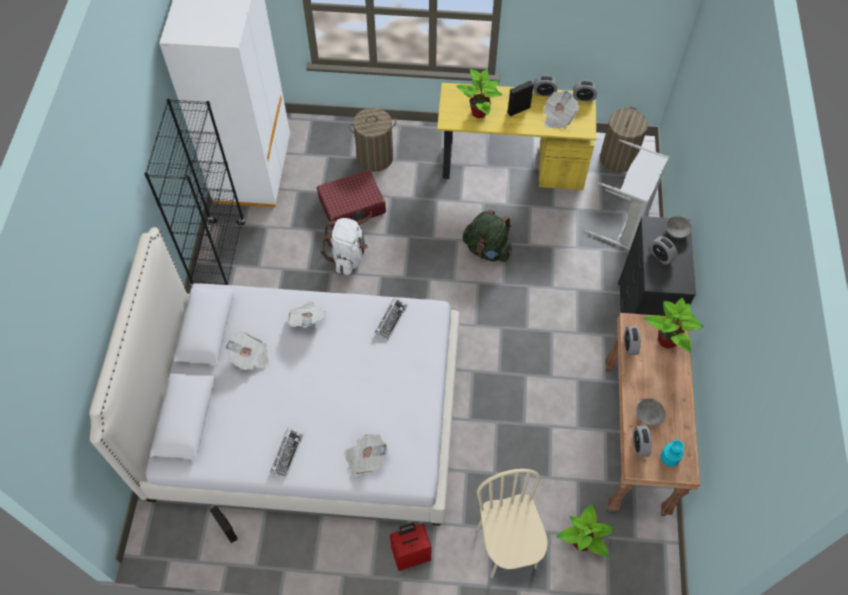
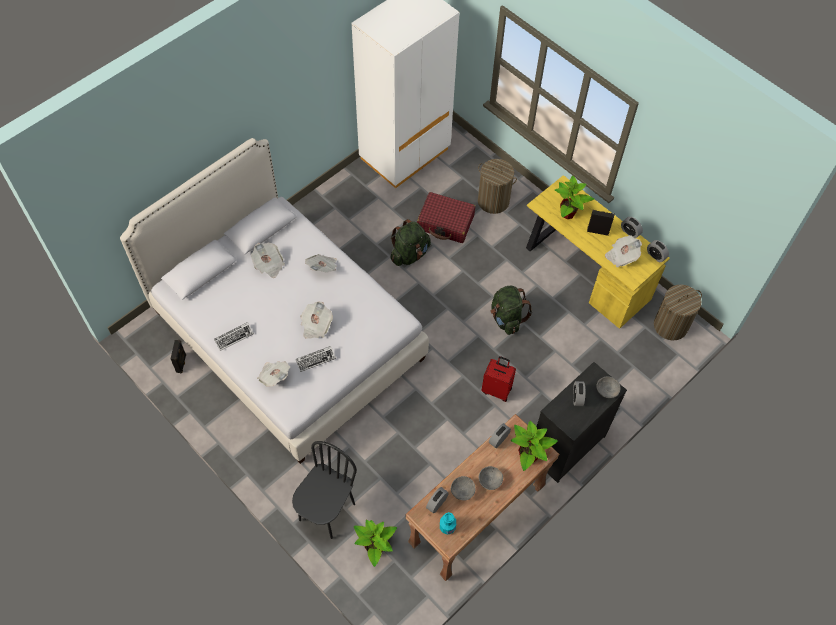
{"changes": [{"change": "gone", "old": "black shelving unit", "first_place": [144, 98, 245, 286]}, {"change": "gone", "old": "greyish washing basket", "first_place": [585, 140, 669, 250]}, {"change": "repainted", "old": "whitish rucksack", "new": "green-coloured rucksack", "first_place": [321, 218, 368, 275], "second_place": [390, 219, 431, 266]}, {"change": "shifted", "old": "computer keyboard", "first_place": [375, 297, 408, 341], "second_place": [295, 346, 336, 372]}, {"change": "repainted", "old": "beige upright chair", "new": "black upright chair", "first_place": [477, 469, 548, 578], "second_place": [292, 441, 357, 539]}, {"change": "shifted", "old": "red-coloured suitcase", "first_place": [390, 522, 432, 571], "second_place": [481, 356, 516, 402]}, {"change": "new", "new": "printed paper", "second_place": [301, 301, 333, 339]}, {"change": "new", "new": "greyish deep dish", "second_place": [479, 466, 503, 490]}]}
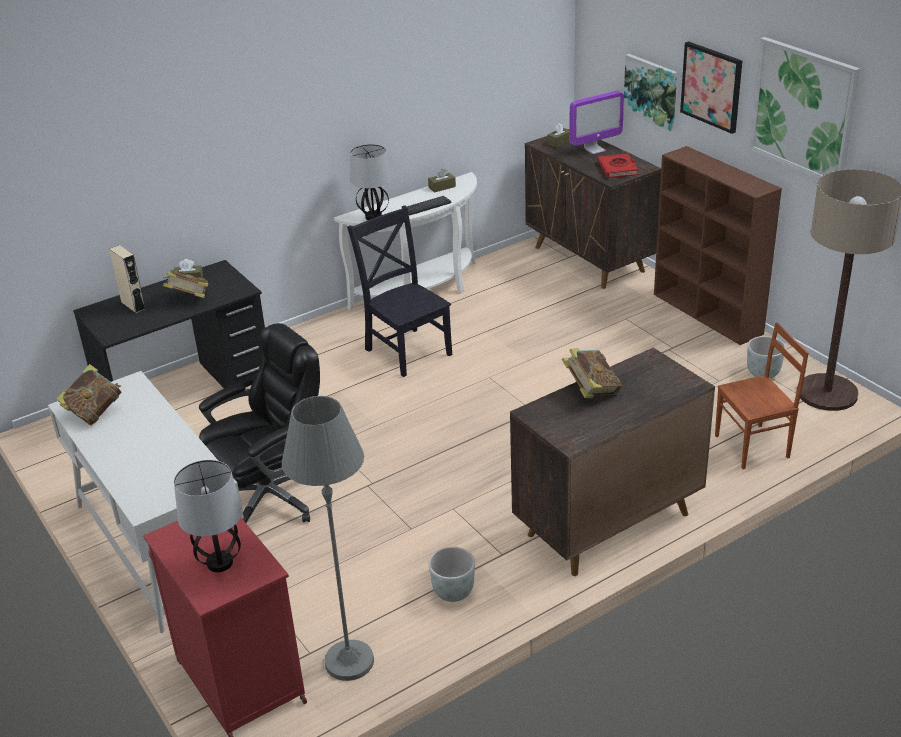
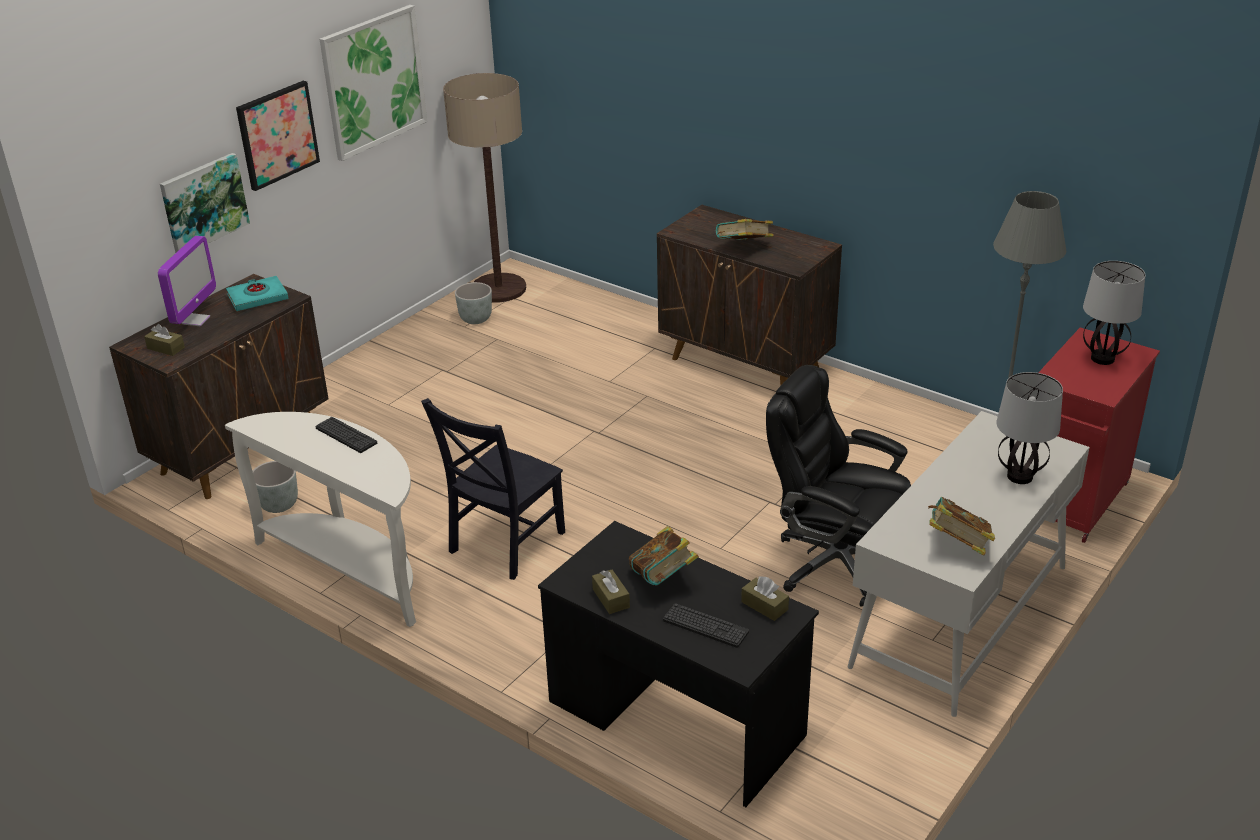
{"changes": [{"change": "rotated", "old": "monitor", "first_place": [569, 91, 624, 154], "second_place": [158, 236, 216, 326], "degrees": 60}, {"change": "shifted", "old": "tabletop lamp", "first_place": [350, 144, 391, 220], "second_place": [997, 372, 1063, 484]}, {"change": "gone", "old": "brown shelving unit", "first_place": [654, 146, 782, 345]}, {"change": "repainted", "old": "red-coloured volume", "new": "blue-green volume", "first_place": [598, 153, 639, 178], "second_place": [226, 276, 289, 311]}, {"change": "shifted", "old": "brown box of tissues", "first_place": [428, 168, 456, 192], "second_place": [741, 576, 789, 621]}, {"change": "swapped", "old": "beige speaker", "new": "computer keyboard", "first_place": [109, 245, 145, 313], "second_place": [663, 603, 749, 648]}, {"change": "gone", "old": "brown upright chair", "first_place": [715, 322, 809, 469]}, {"change": "shifted", "old": "greyish plant pot", "first_place": [429, 547, 475, 602], "second_place": [253, 461, 298, 513]}]}
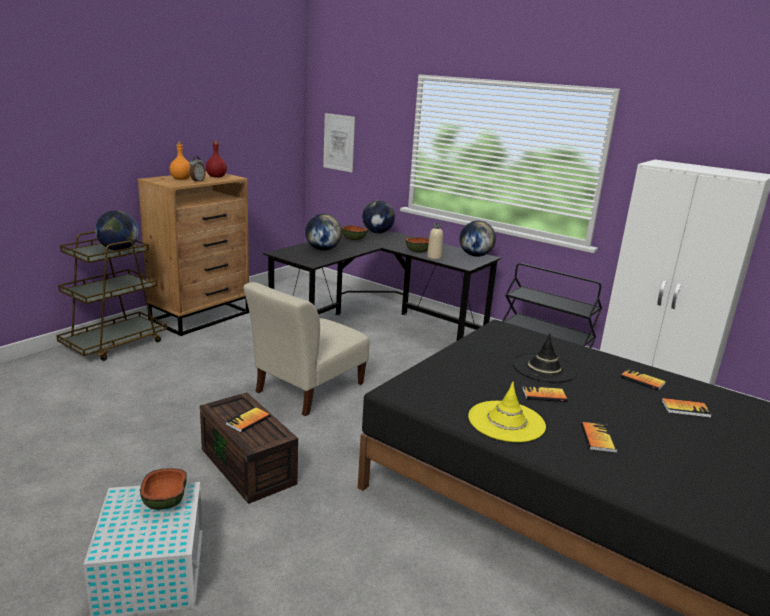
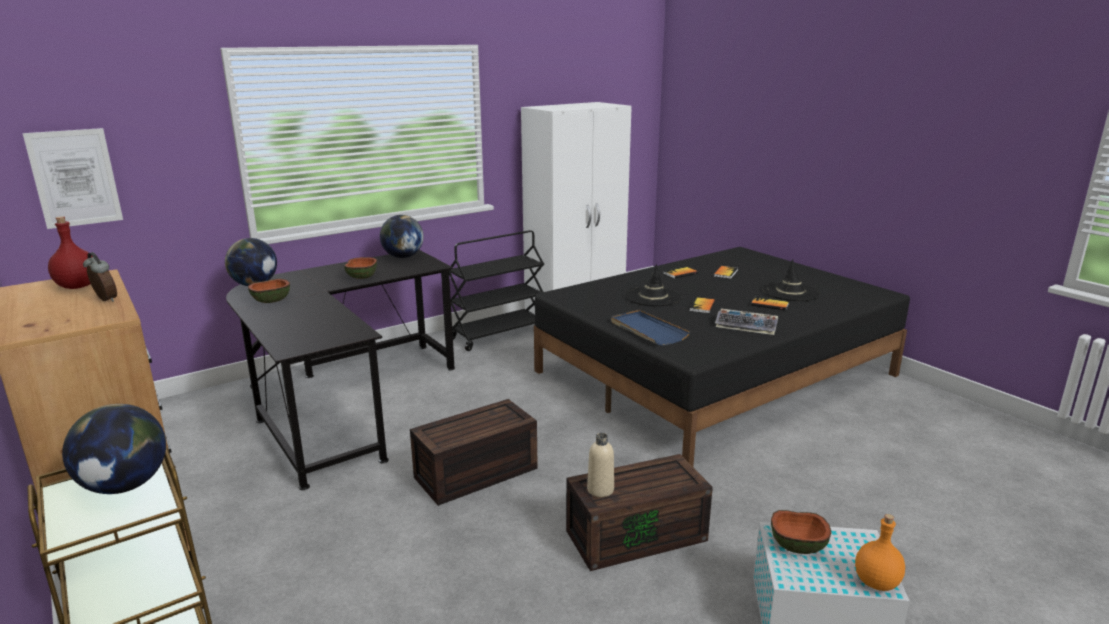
{"changes": [{"change": "shifted", "old": "orange-coloured drink bottle", "first_place": [170, 142, 190, 180], "second_place": [855, 514, 905, 591]}, {"change": "gone", "old": "world globe", "first_place": [305, 214, 342, 251]}, {"change": "shifted", "old": "beige drink bottle", "first_place": [427, 223, 443, 259], "second_place": [587, 433, 614, 497]}, {"change": "swapped", "old": "beige upright chair", "new": "brown storage box", "first_place": [243, 282, 370, 416], "second_place": [410, 399, 538, 506]}, {"change": "swapped", "old": "yellow wearable hat", "new": "computer keyboard", "first_place": [468, 382, 546, 442], "second_place": [715, 309, 778, 335]}, {"change": "gone", "old": "volume", "first_place": [225, 407, 270, 433]}, {"change": "new", "new": "black wearable hat", "second_place": [762, 259, 821, 301]}, {"change": "new", "new": "bluish serving tray", "second_place": [611, 310, 690, 346]}]}
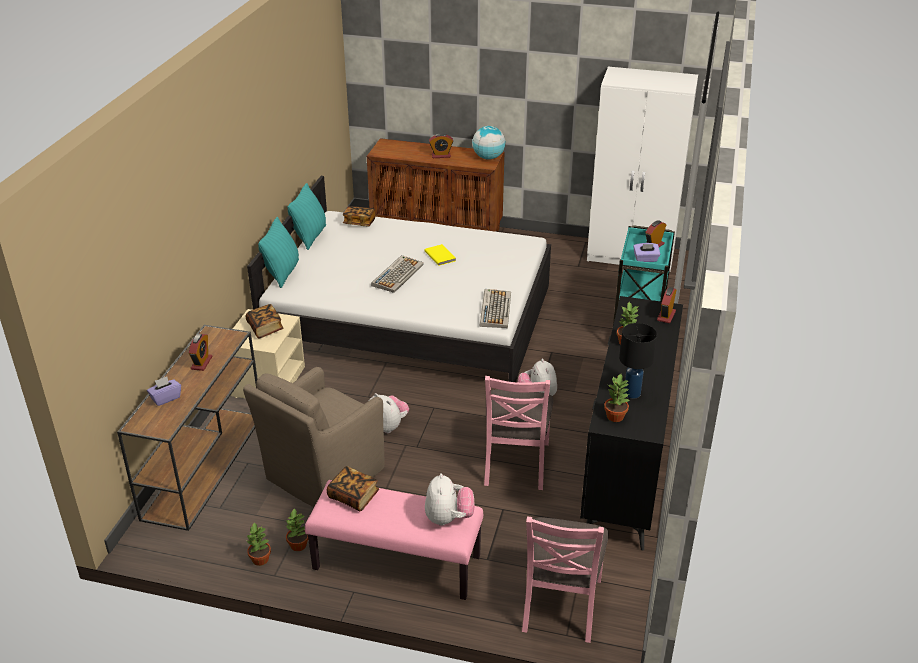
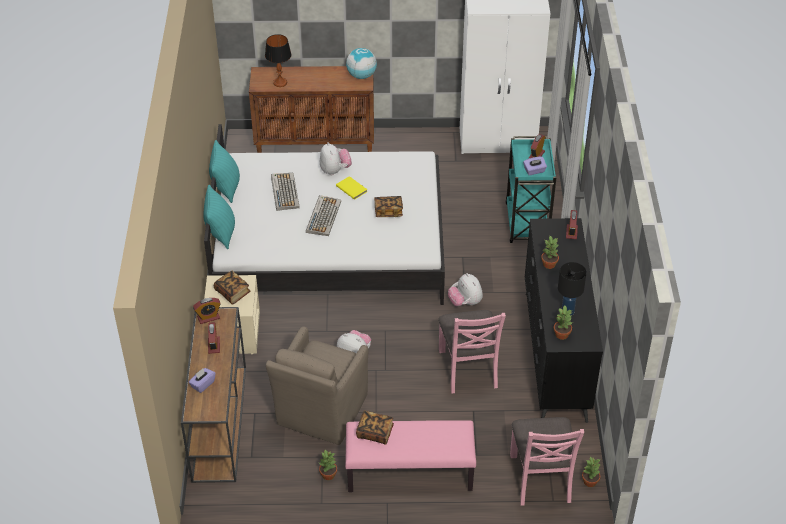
{"changes": [{"change": "shifted", "old": "table clock", "first_place": [429, 133, 453, 158], "second_place": [193, 298, 221, 324]}, {"change": "shifted", "old": "volume", "first_place": [343, 206, 376, 227], "second_place": [374, 196, 403, 217]}, {"change": "shifted", "old": "computer keyboard", "first_place": [479, 289, 511, 328], "second_place": [271, 173, 300, 211]}, {"change": "shifted", "old": "cuddly toy", "first_place": [425, 473, 474, 526], "second_place": [320, 142, 352, 175]}, {"change": "shifted", "old": "potted plant", "first_place": [247, 523, 271, 566], "second_place": [582, 457, 601, 487]}, {"change": "new", "new": "tabletop lamp", "second_place": [265, 34, 292, 87]}]}
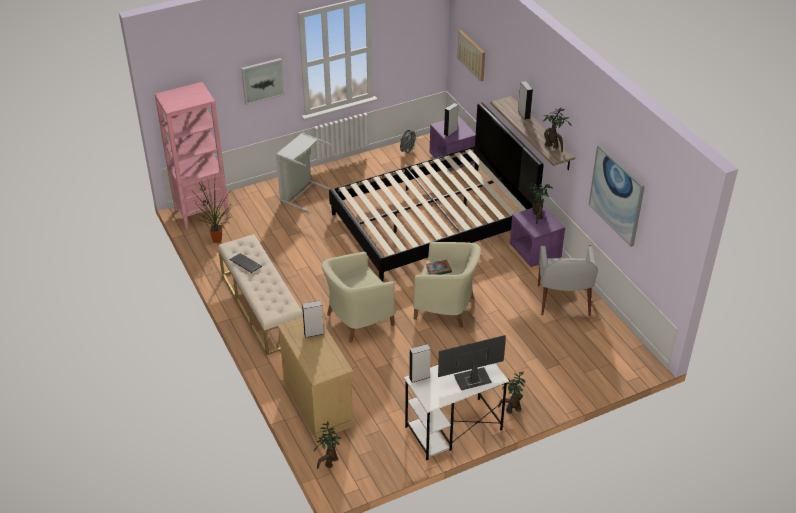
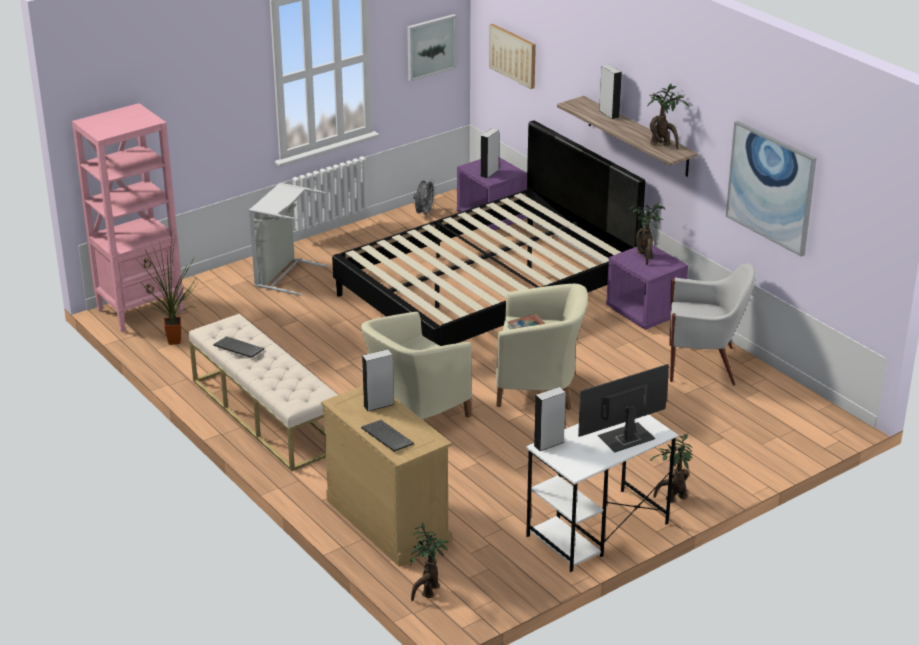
{"changes": [{"change": "shifted", "old": "picture", "first_place": [241, 58, 285, 105], "second_place": [407, 14, 457, 81]}, {"change": "rotated", "old": "whitish easy chair", "first_place": [538, 245, 598, 316], "second_place": [669, 263, 755, 386], "degrees": -75}, {"change": "new", "new": "computer keyboard", "second_place": [361, 420, 414, 452]}]}
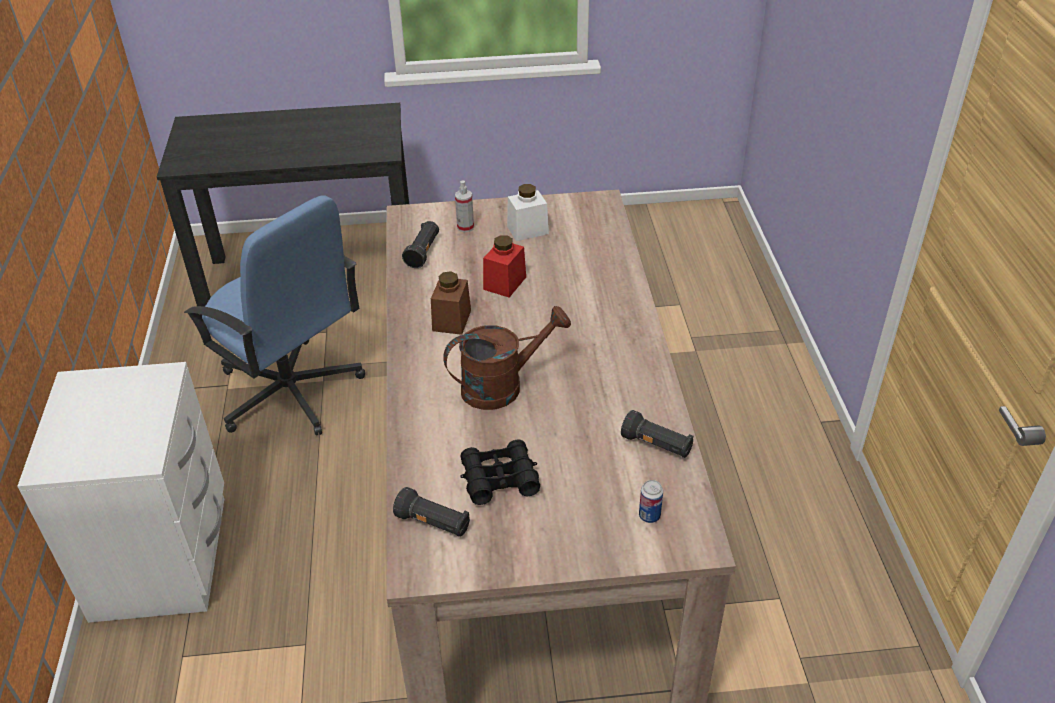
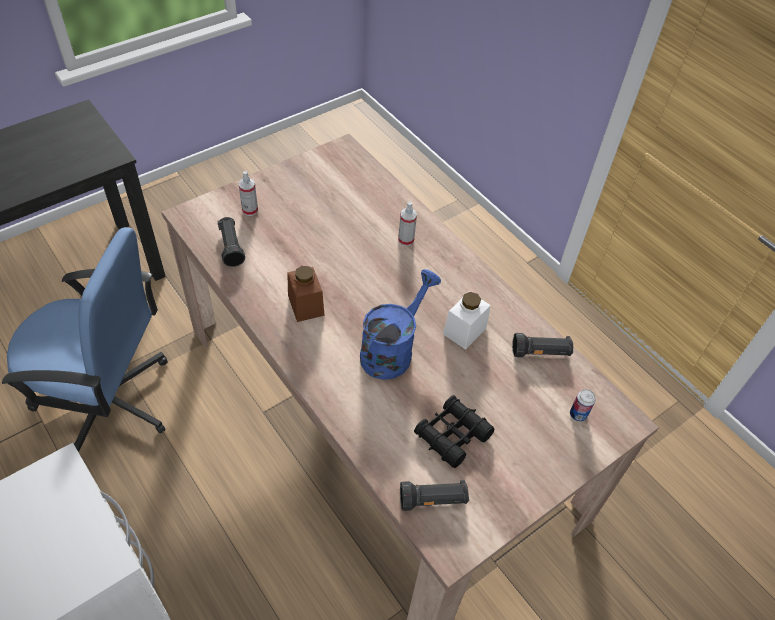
{"changes": [{"change": "shifted", "old": "whitish preserve jar", "first_place": [507, 184, 549, 241], "second_place": [443, 292, 491, 350]}, {"change": "gone", "old": "red-coloured preserve jar", "first_place": [483, 235, 526, 297]}, {"change": "repainted", "old": "brown watering can", "new": "bluish watering can", "first_place": [443, 306, 571, 410], "second_place": [360, 269, 441, 380]}, {"change": "new", "new": "sprayer", "second_place": [398, 201, 417, 246]}]}
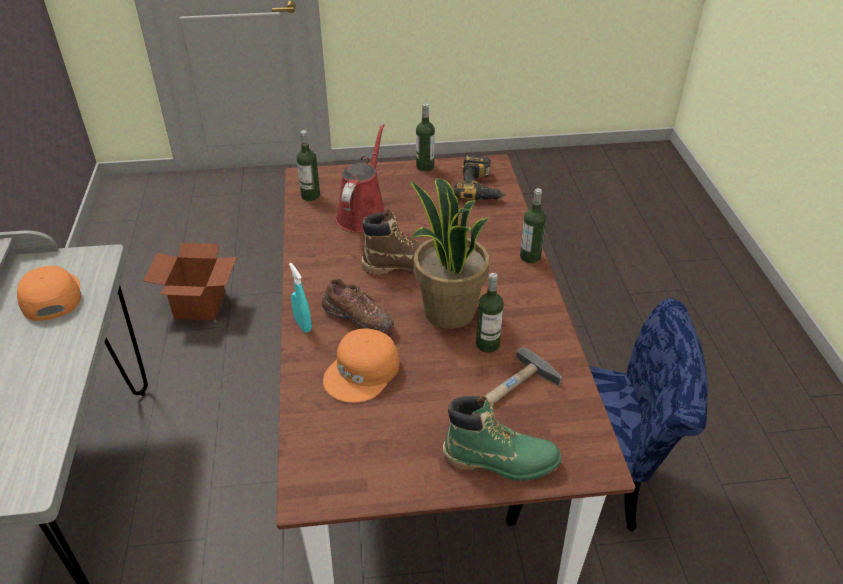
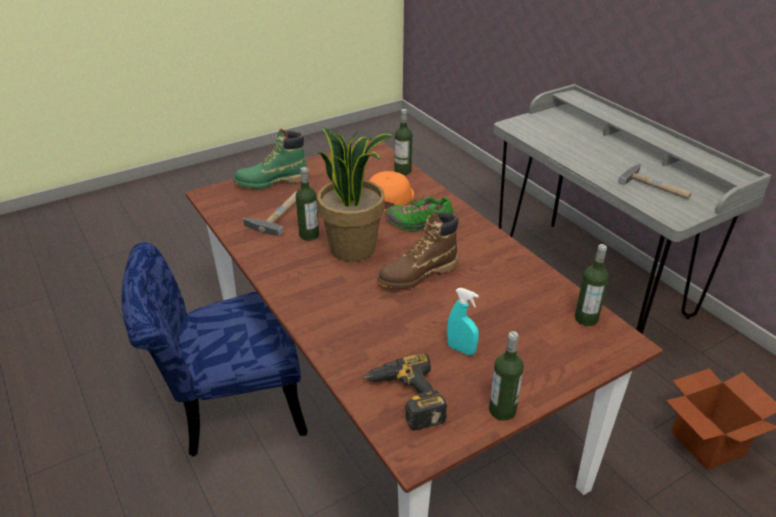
{"changes": [{"change": "gone", "old": "red-coloured watering can", "first_place": [335, 124, 385, 233]}, {"change": "shifted", "old": "drink bottle", "first_place": [520, 188, 546, 263], "second_place": [394, 109, 412, 175]}, {"change": "shifted", "old": "blue-green sprayer", "first_place": [289, 263, 312, 333], "second_place": [447, 288, 479, 355]}, {"change": "swapped", "old": "orange-coloured peaked cap", "new": "hammer", "first_place": [17, 266, 81, 321], "second_place": [618, 163, 691, 199]}, {"change": "repainted", "old": "brown low shoe", "new": "green-coloured low shoe", "first_place": [322, 278, 394, 333], "second_place": [386, 197, 455, 231]}]}
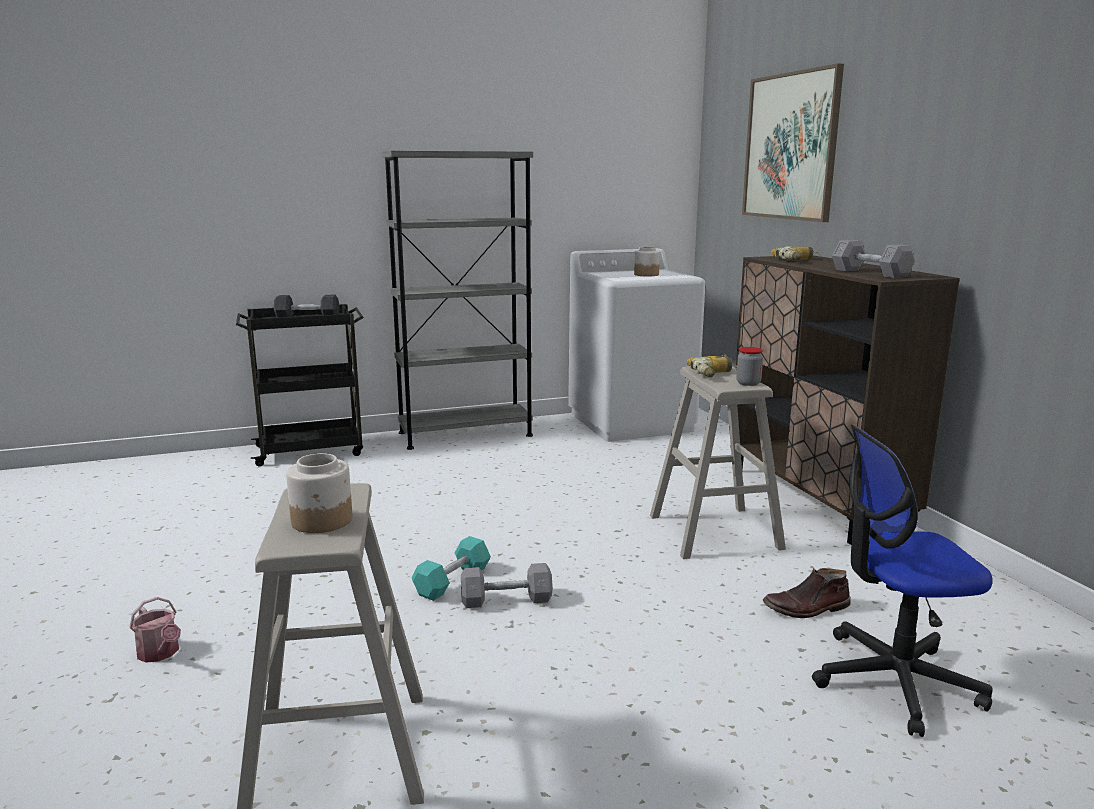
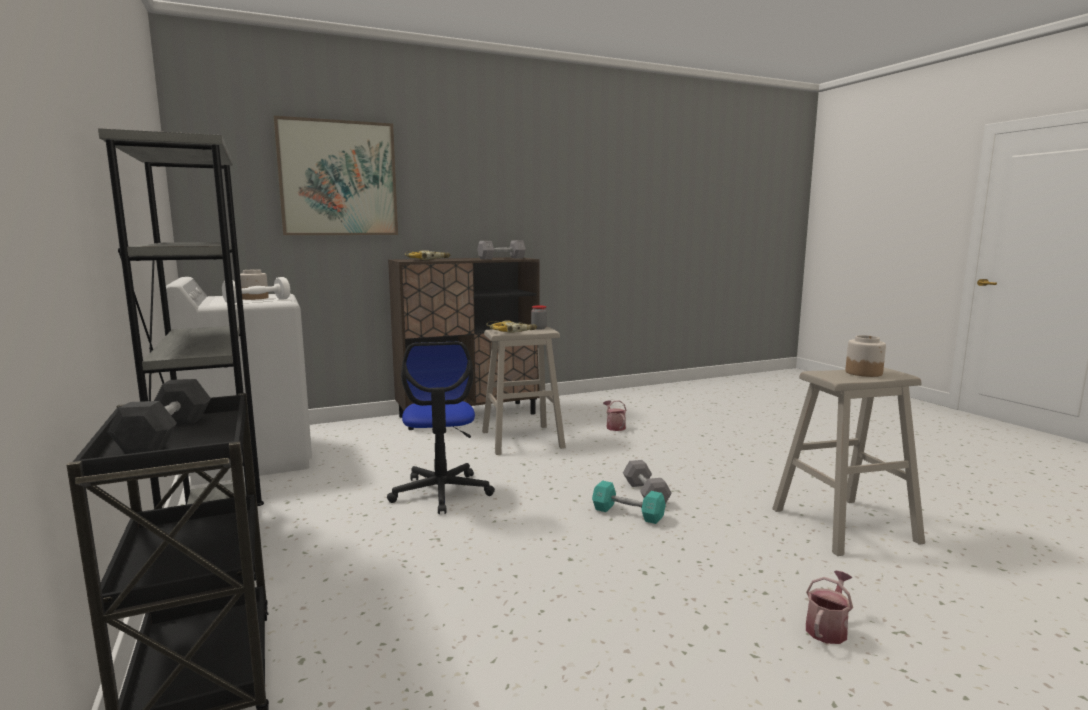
{"changes": [{"change": "shifted", "old": "computer chair", "first_place": [812, 425, 993, 737], "second_place": [387, 342, 495, 514]}, {"change": "swapped", "old": "brown boot", "new": "watering can", "first_place": [763, 568, 851, 618], "second_place": [603, 400, 627, 431]}, {"change": "new", "new": "whitish free weight", "second_place": [222, 277, 290, 303]}]}
